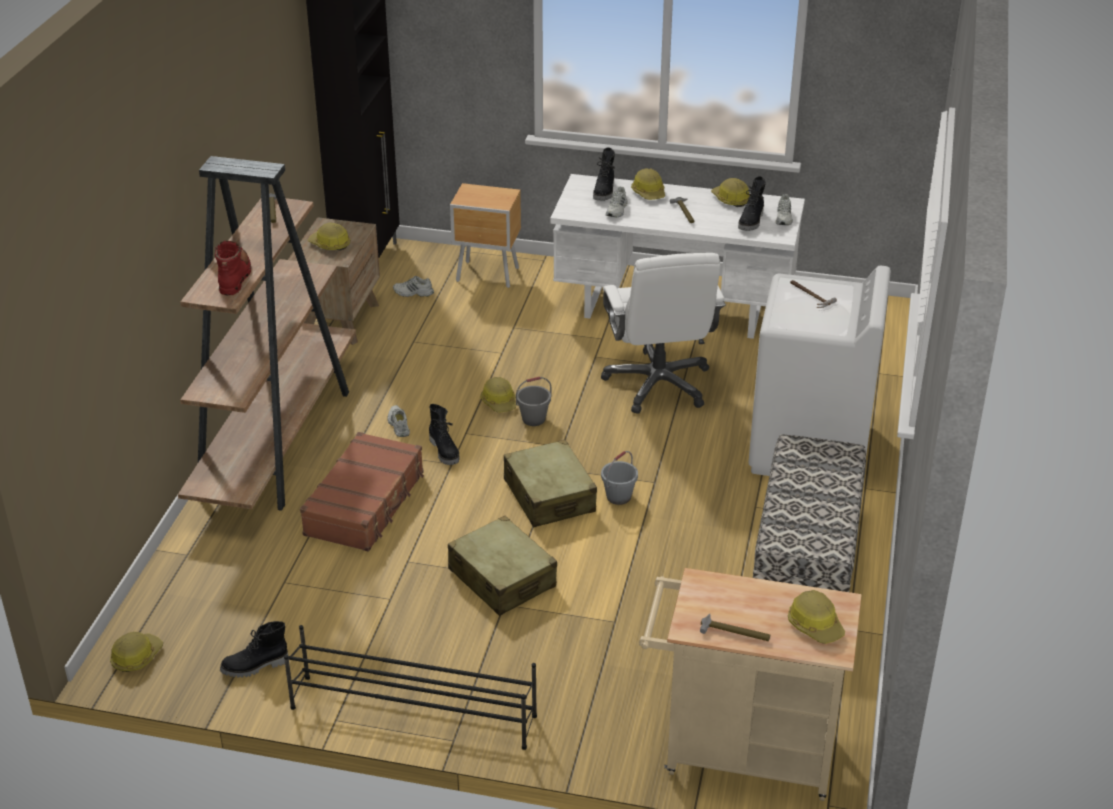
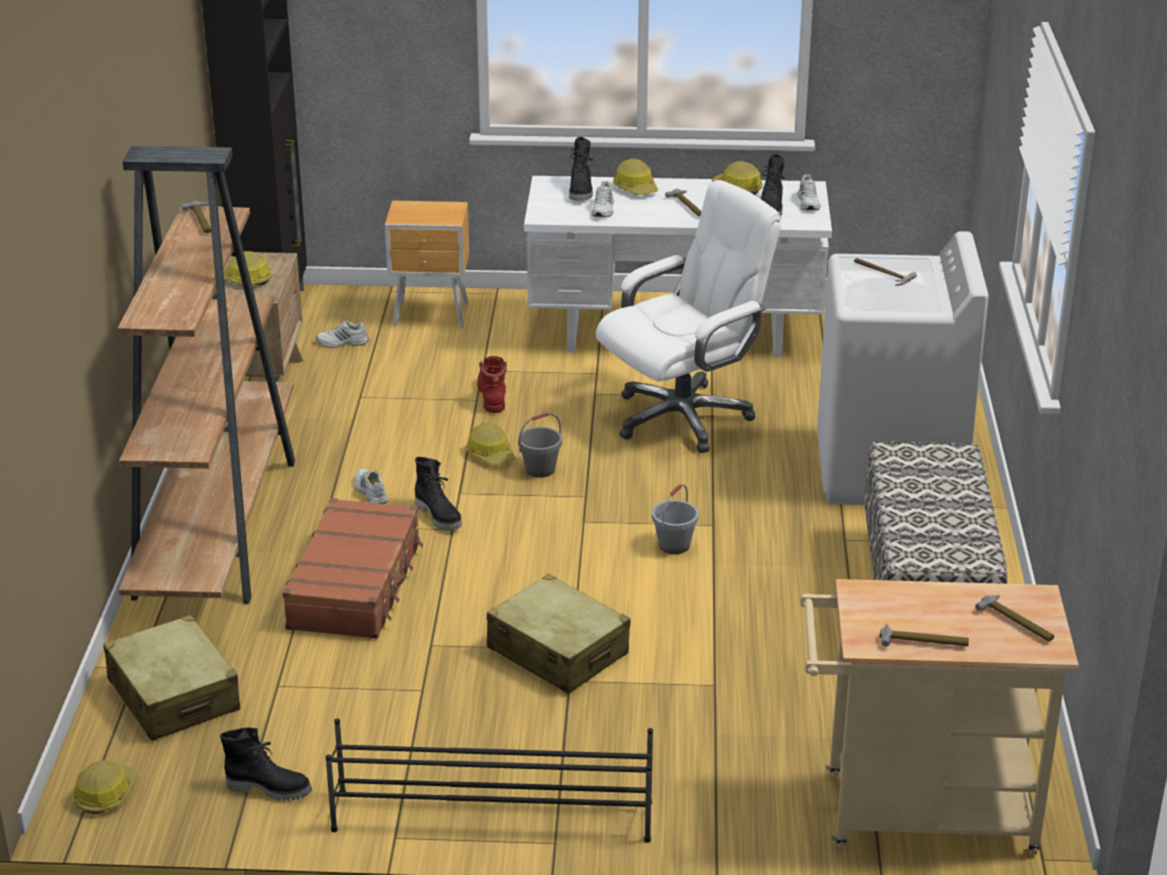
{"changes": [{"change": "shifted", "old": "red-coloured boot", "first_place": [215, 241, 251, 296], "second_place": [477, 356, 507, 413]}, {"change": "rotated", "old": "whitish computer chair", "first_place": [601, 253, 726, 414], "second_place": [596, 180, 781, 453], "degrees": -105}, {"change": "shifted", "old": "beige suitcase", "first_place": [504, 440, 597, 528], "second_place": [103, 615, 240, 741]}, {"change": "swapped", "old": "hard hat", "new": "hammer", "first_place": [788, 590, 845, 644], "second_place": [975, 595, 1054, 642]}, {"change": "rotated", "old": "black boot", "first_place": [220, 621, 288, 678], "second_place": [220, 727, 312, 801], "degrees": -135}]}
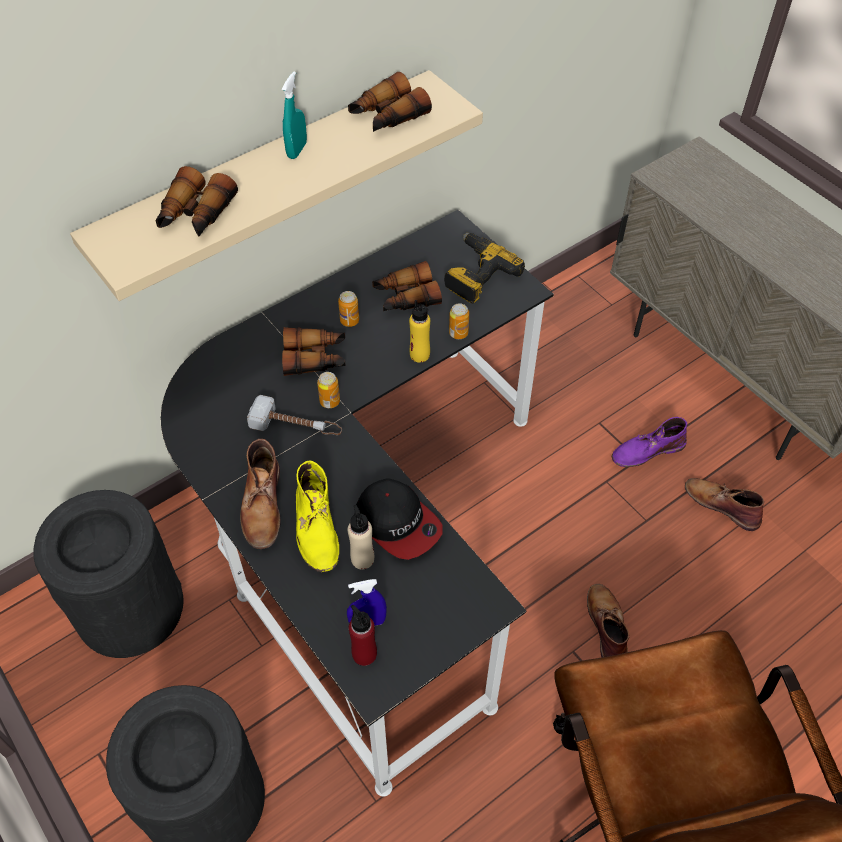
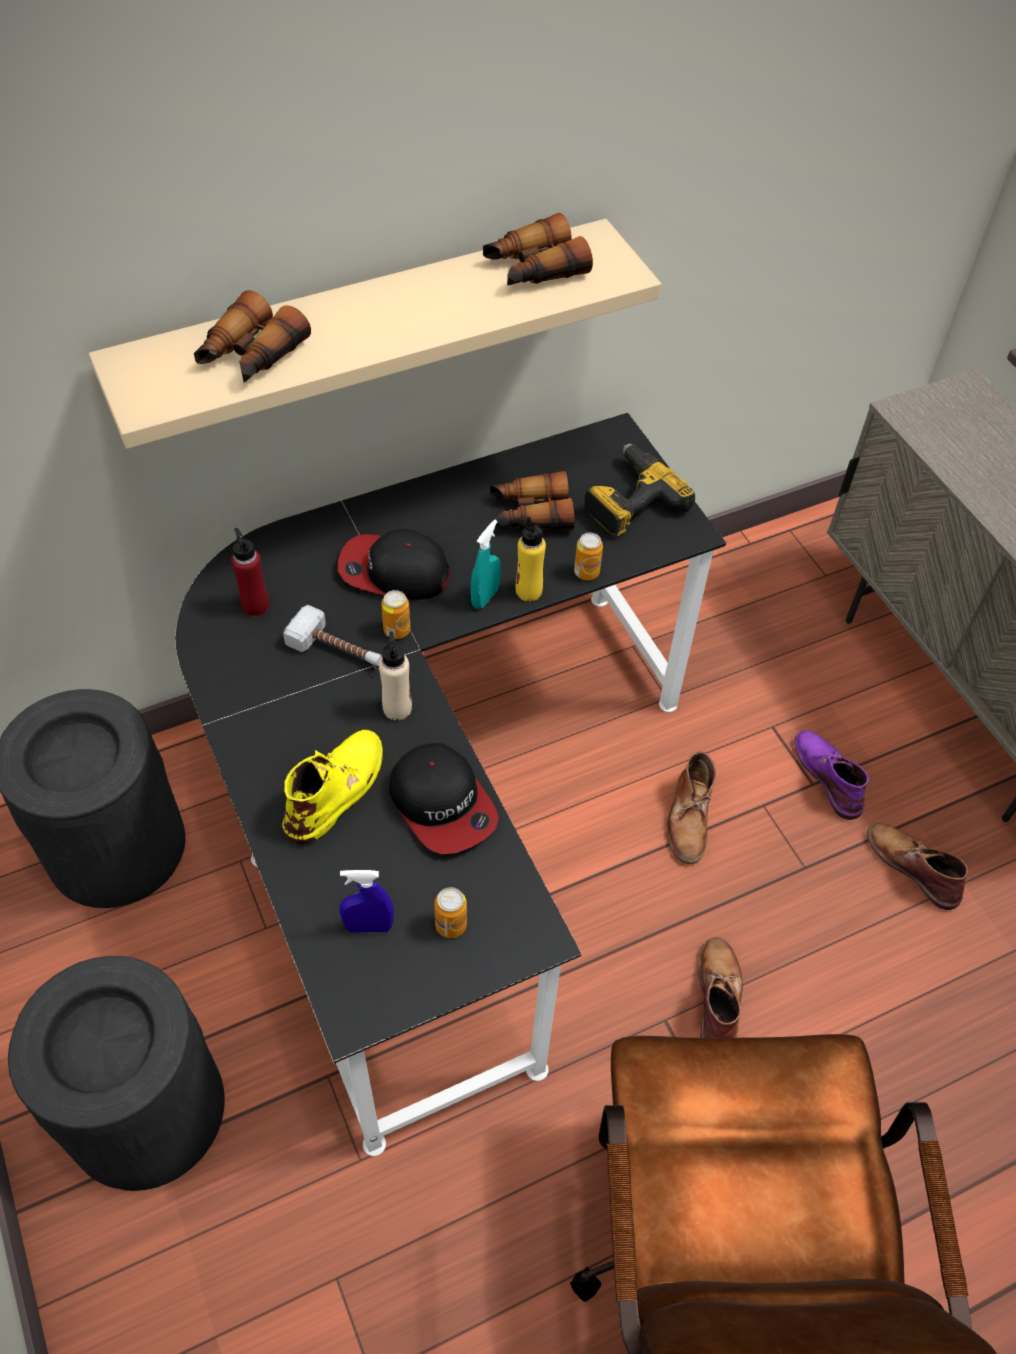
{"changes": [{"change": "shifted", "old": "blue-green sprayer", "first_place": [282, 72, 307, 159], "second_place": [471, 520, 501, 609]}, {"change": "shifted", "old": "can", "first_place": [338, 291, 359, 327], "second_place": [434, 887, 467, 938]}, {"change": "swapped", "old": "binoculars", "new": "peaked cap", "first_place": [282, 327, 346, 376], "second_place": [338, 529, 449, 600]}, {"change": "rotated", "old": "purple boot", "first_place": [612, 417, 687, 467], "second_place": [794, 730, 869, 820], "degrees": 75}, {"change": "shifted", "old": "brown boot", "first_place": [240, 439, 281, 549], "second_place": [666, 751, 716, 864]}, {"change": "rotated", "old": "yellow boot", "first_place": [296, 461, 340, 572], "second_place": [282, 730, 383, 844], "degrees": -150}, {"change": "shifted", "old": "beige drink bottle", "first_place": [348, 505, 374, 569], "second_place": [379, 632, 412, 720]}, {"change": "shifted", "old": "red-coloured drink bottle", "first_place": [349, 605, 377, 666], "second_place": [231, 528, 269, 616]}]}
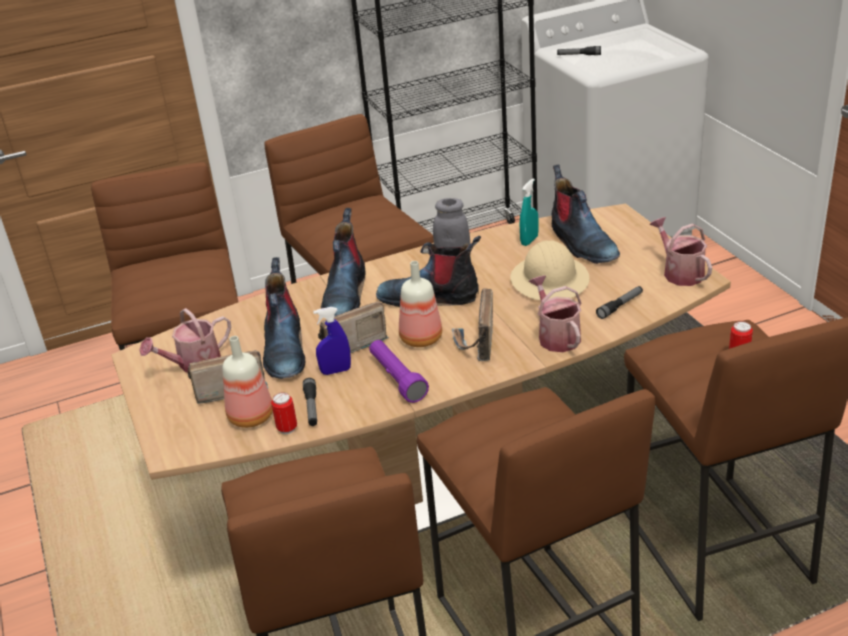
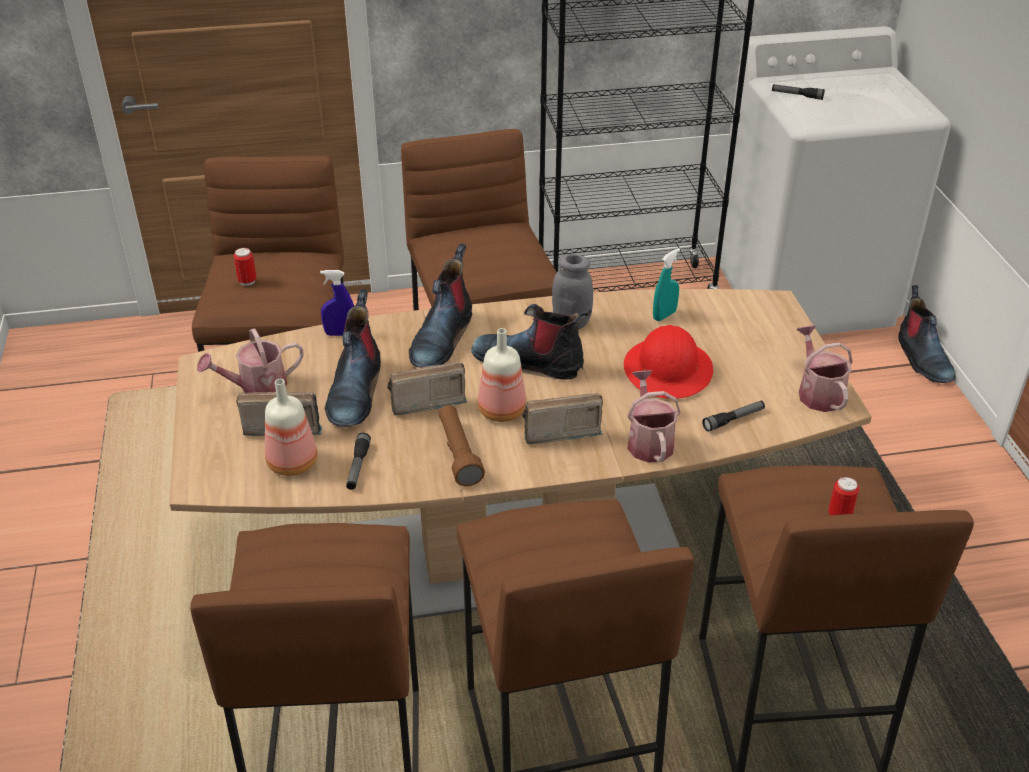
{"changes": [{"change": "shifted", "old": "boot", "first_place": [552, 165, 620, 264], "second_place": [898, 285, 956, 383]}, {"change": "repainted", "old": "beige hard hat", "new": "red-coloured hard hat", "first_place": [511, 240, 589, 300], "second_place": [624, 325, 713, 399]}, {"change": "rotated", "old": "radio receiver", "first_place": [452, 288, 493, 361], "second_place": [522, 393, 603, 444], "degrees": 60}, {"change": "shifted", "old": "bluish sprayer", "first_place": [313, 307, 351, 375], "second_place": [320, 270, 354, 336]}, {"change": "repainted", "old": "purple torch", "new": "brown torch", "first_place": [369, 340, 429, 403], "second_place": [439, 405, 485, 486]}, {"change": "shifted", "old": "can", "first_place": [271, 392, 297, 434], "second_place": [233, 248, 256, 286]}]}
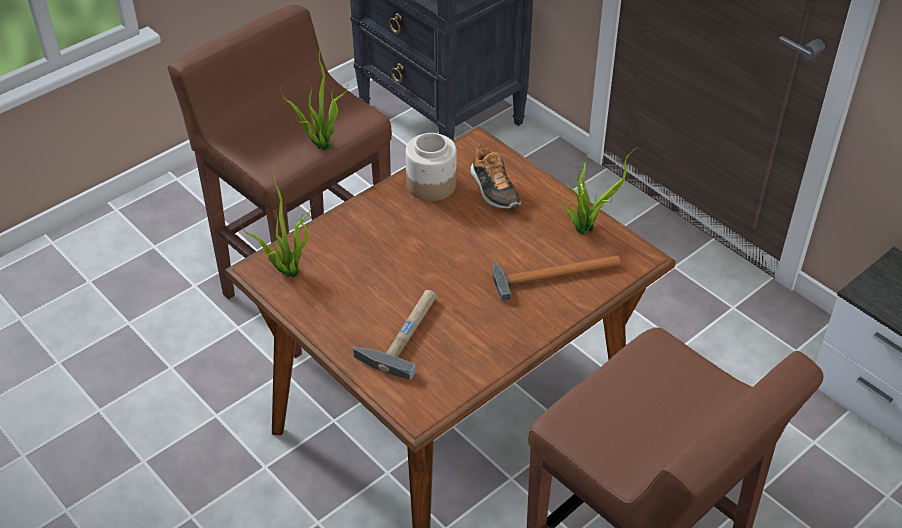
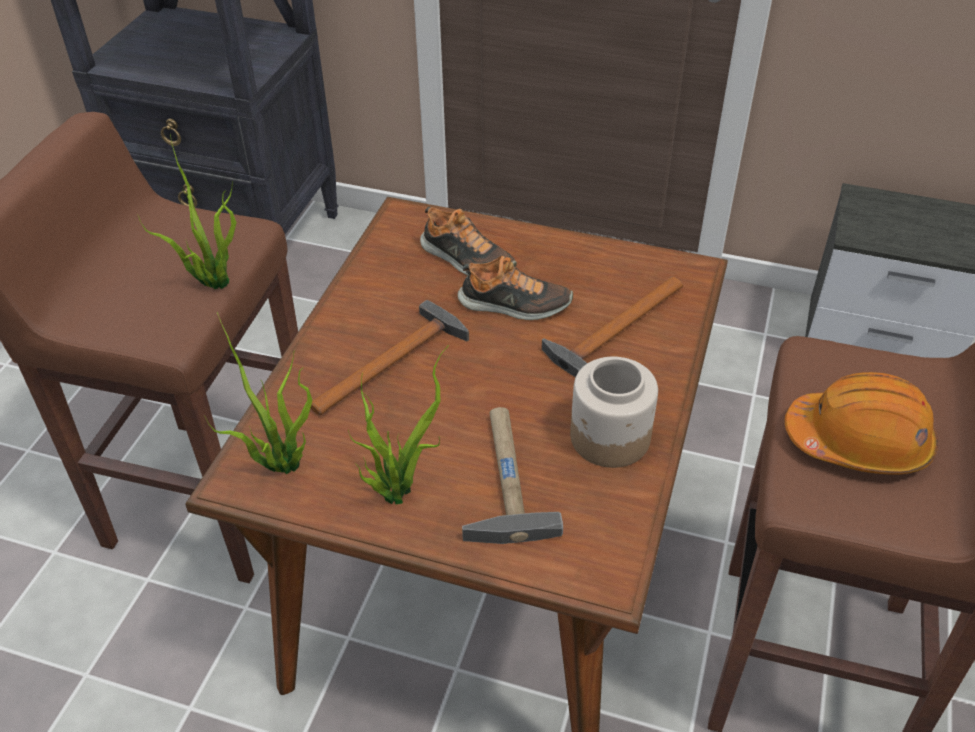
{"changes": [{"change": "shifted", "old": "preserve jar", "first_place": [406, 133, 457, 201], "second_place": [570, 357, 658, 468]}, {"change": "shifted", "old": "potted plant", "first_place": [563, 147, 638, 235], "second_place": [348, 345, 449, 505]}, {"change": "new", "new": "low shoe", "second_place": [457, 256, 573, 320]}, {"change": "new", "new": "hammer", "second_place": [311, 300, 469, 415]}, {"change": "new", "new": "orange-coloured hard hat", "second_place": [785, 372, 938, 475]}]}
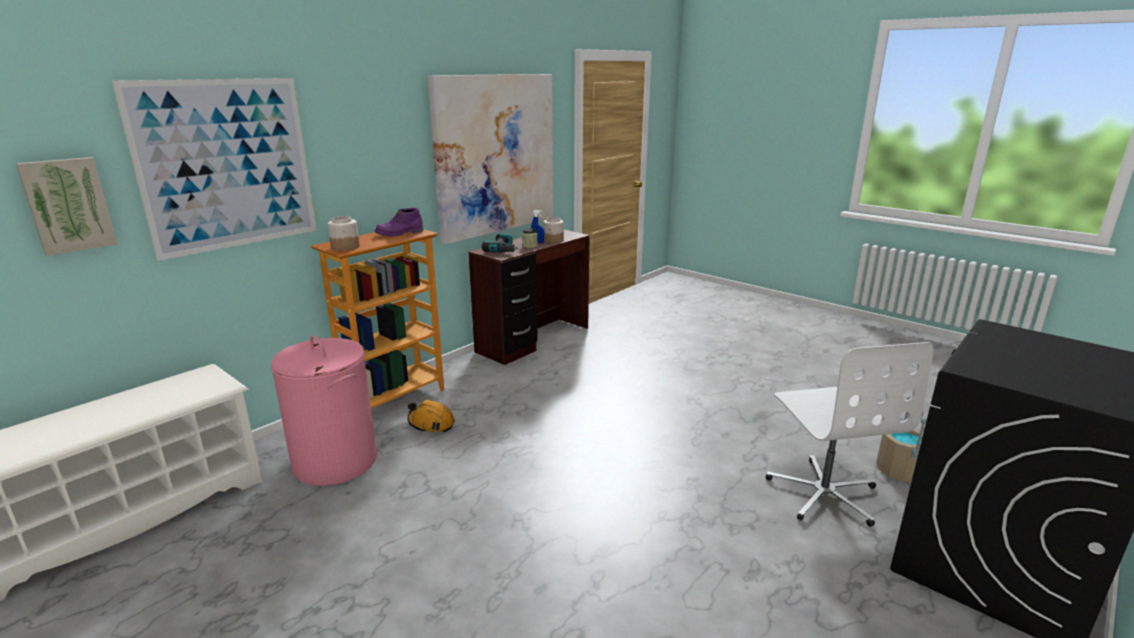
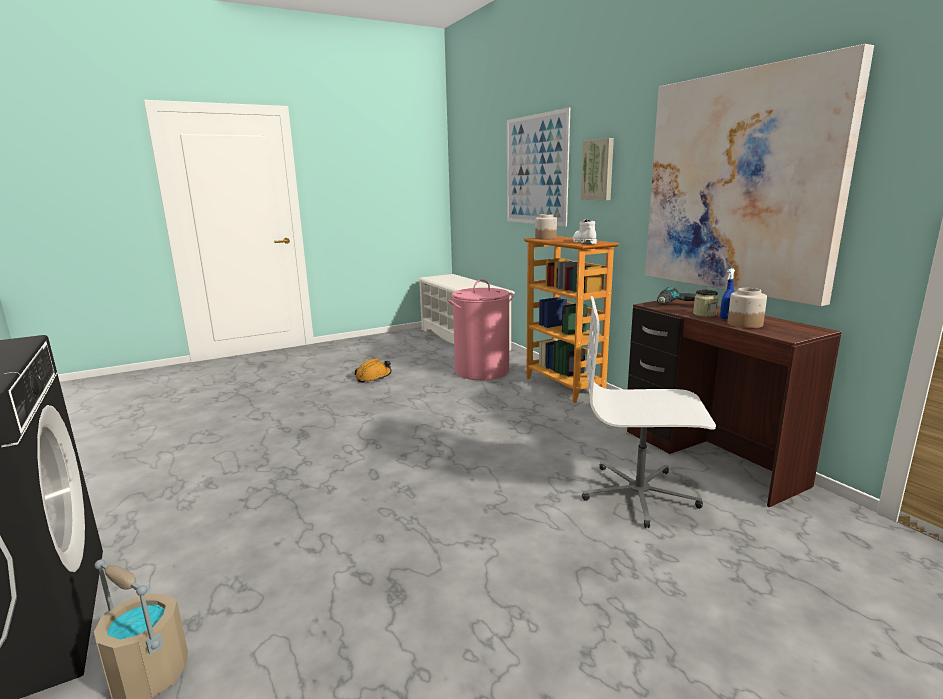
{"changes": [{"change": "shifted", "old": "picture", "first_place": [16, 157, 117, 256], "second_place": [581, 138, 614, 200]}, {"change": "repainted", "old": "purple boot", "new": "whitish boot", "first_place": [375, 208, 423, 236], "second_place": [573, 219, 597, 244]}, {"change": "shifted", "old": "whitish computer chair", "first_place": [766, 342, 933, 527], "second_place": [582, 296, 716, 528]}, {"change": "shifted", "old": "orange-coloured hard hat", "first_place": [408, 400, 455, 432], "second_place": [355, 358, 392, 383]}]}
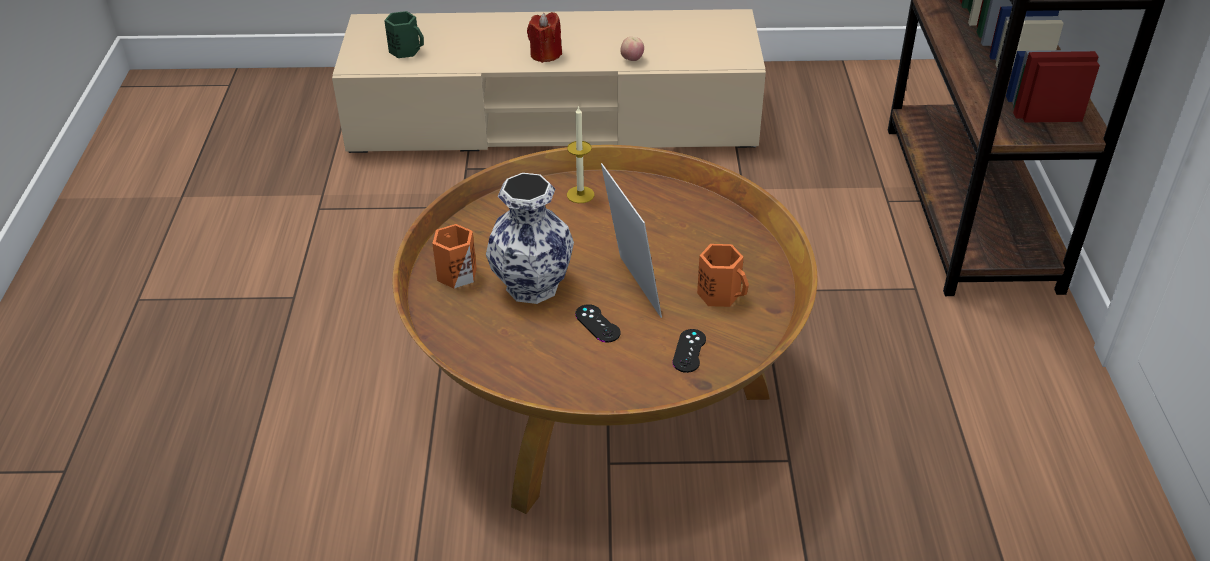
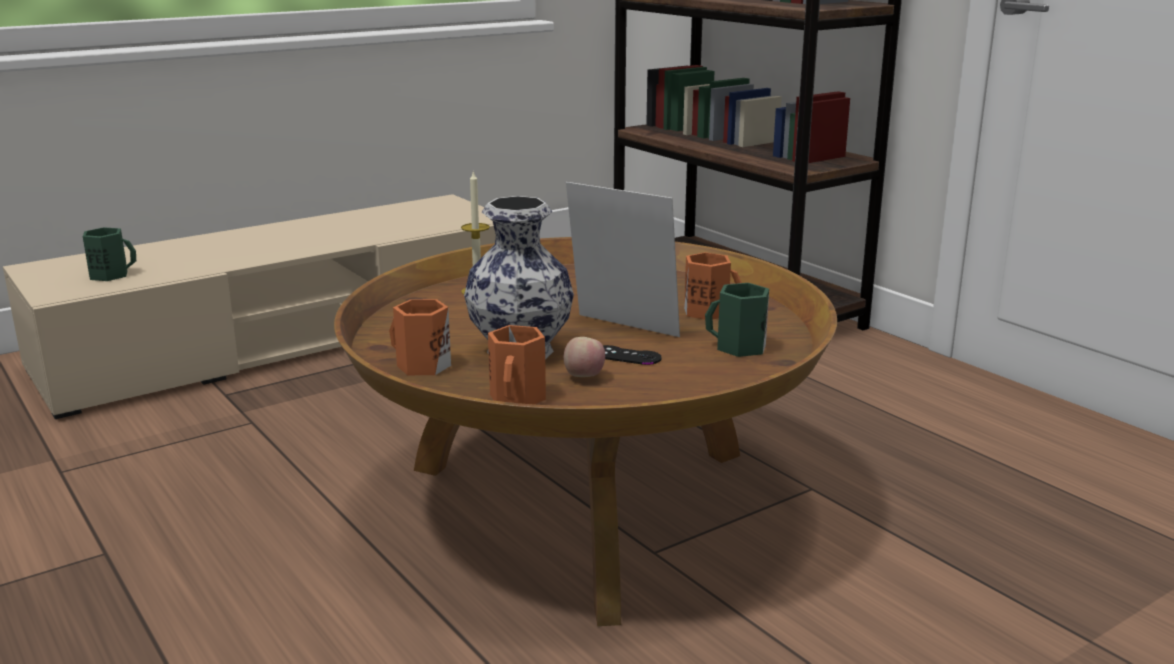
{"changes": [{"change": "gone", "old": "red-coloured candle", "first_place": [527, 12, 562, 63]}, {"change": "shifted", "old": "whole apple", "first_place": [620, 37, 644, 61], "second_place": [564, 337, 605, 377]}, {"change": "swapped", "old": "black game controller", "new": "green-coloured tea mug", "first_place": [672, 329, 706, 373], "second_place": [705, 283, 769, 357]}, {"change": "new", "new": "orange-coloured tea mug", "second_place": [488, 325, 546, 405]}]}
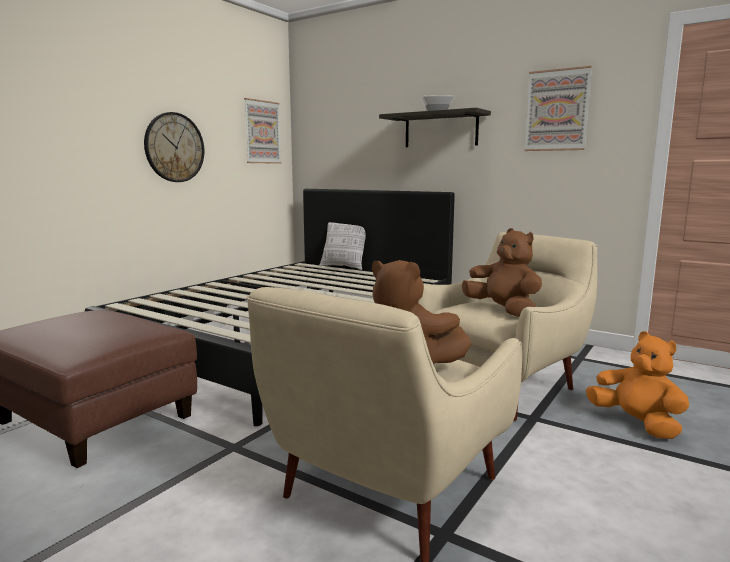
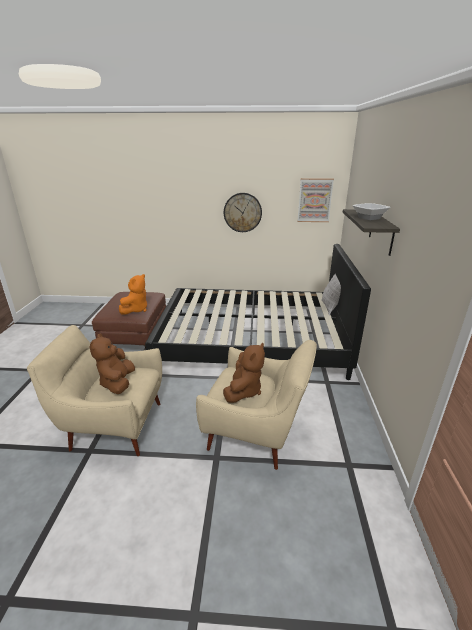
{"changes": [{"change": "gone", "old": "picture", "first_place": [524, 66, 592, 151]}, {"change": "shifted", "old": "orange-coloured cuddly toy", "first_place": [586, 331, 689, 439], "second_place": [119, 274, 147, 315]}]}
